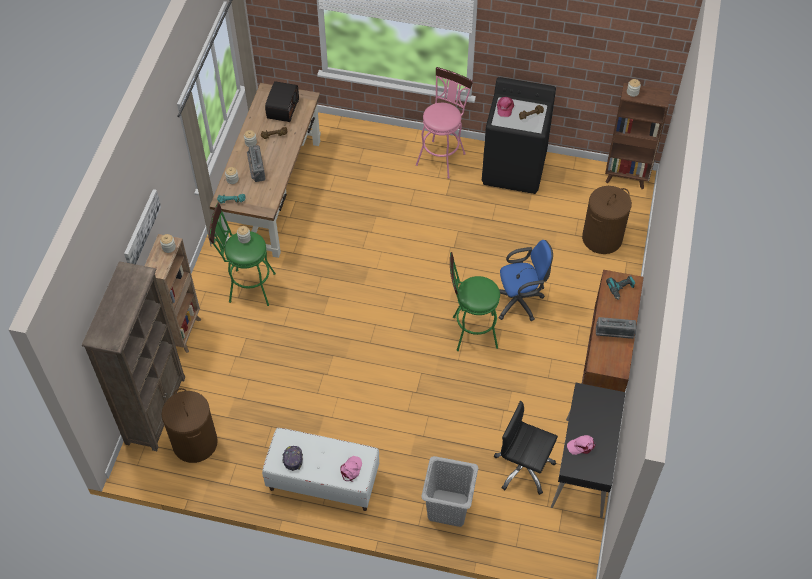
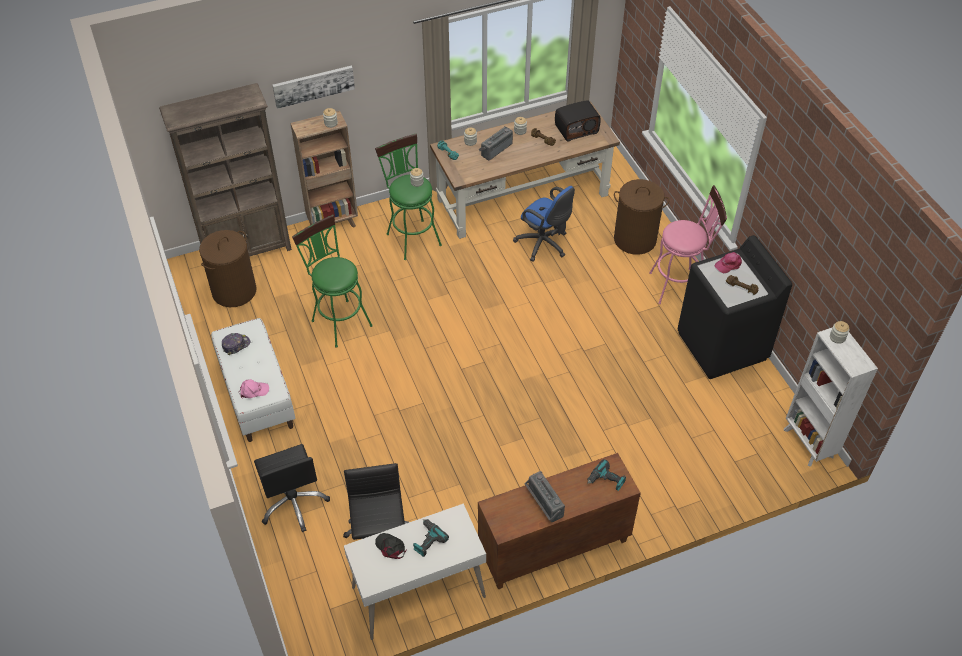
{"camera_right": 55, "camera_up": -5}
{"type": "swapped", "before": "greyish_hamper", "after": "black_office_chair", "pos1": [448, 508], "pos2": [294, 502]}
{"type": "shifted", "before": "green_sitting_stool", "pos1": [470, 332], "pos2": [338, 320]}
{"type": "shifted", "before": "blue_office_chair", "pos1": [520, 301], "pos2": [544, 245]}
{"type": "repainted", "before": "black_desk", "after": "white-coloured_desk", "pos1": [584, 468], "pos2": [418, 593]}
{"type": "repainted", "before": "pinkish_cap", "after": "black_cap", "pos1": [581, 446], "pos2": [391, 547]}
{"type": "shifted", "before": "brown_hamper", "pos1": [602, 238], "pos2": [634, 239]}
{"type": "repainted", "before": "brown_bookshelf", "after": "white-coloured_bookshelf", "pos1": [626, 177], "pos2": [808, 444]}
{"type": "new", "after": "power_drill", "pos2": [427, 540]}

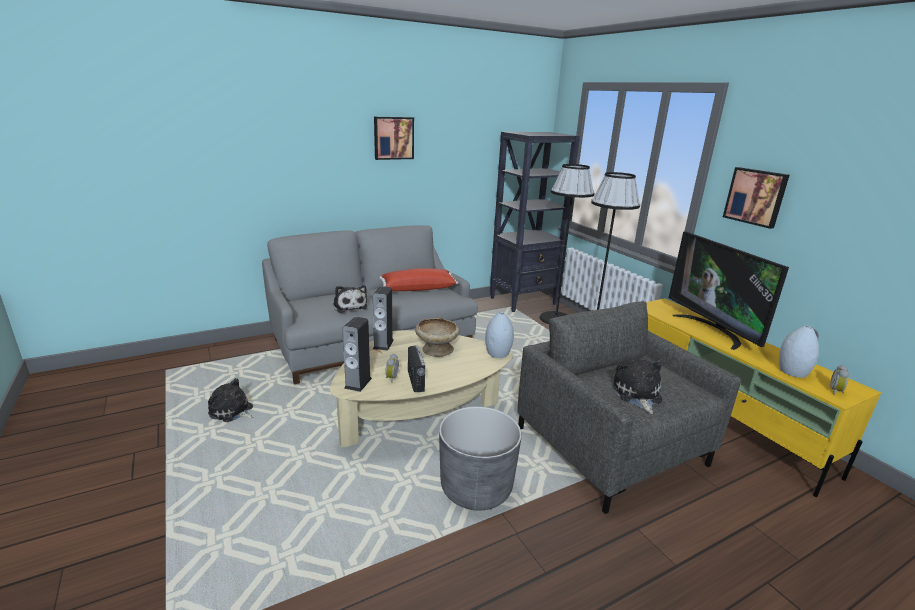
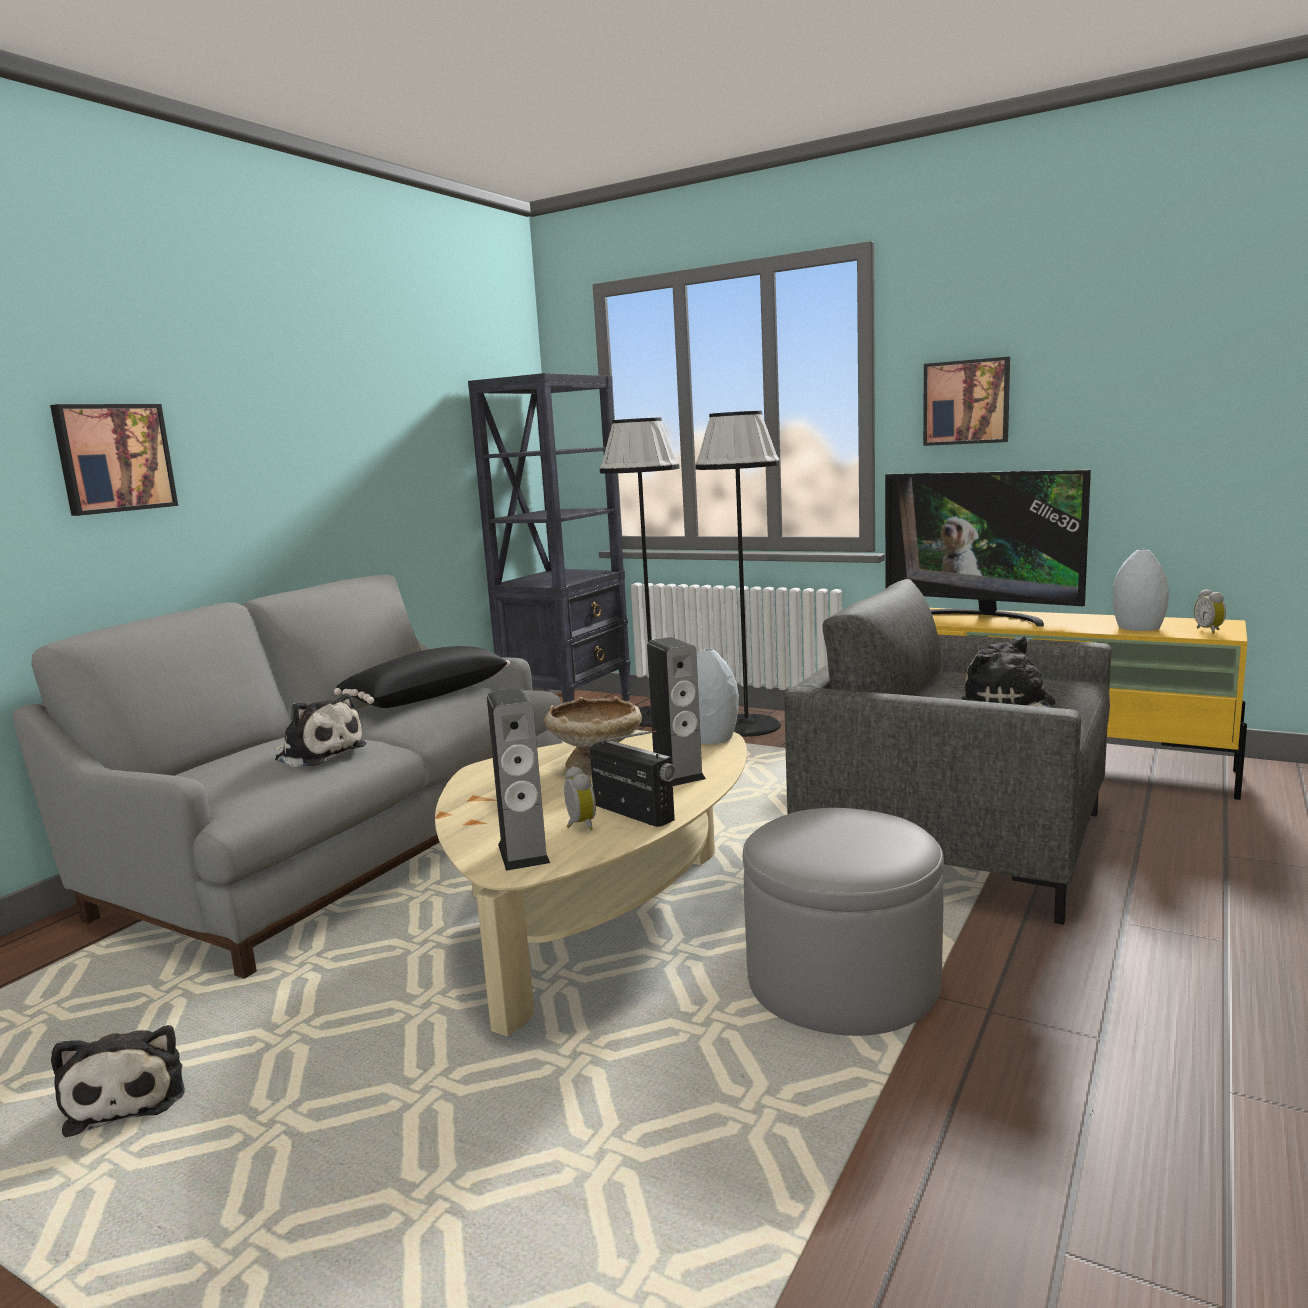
{"camera_right": -30, "camera_up": -10}
{"type": "rotated", "before": "plush_toy", "pos1": [232, 412], "pos2": [129, 1095], "turn": -105}
{"type": "shifted", "before": "speaker", "pos1": [383, 344], "pos2": [677, 774]}
{"type": "shifted", "before": "wall_art", "pos1": [393, 138], "pos2": [113, 458]}
{"type": "repainted", "before": "reddish_pillow", "after": "black_pillow", "pos1": [418, 288], "pos2": [426, 696]}
{"type": "swapped", "before": "greyish_flower_pot", "after": "greyish_footrest", "pos1": [476, 488], "pos2": [842, 980]}

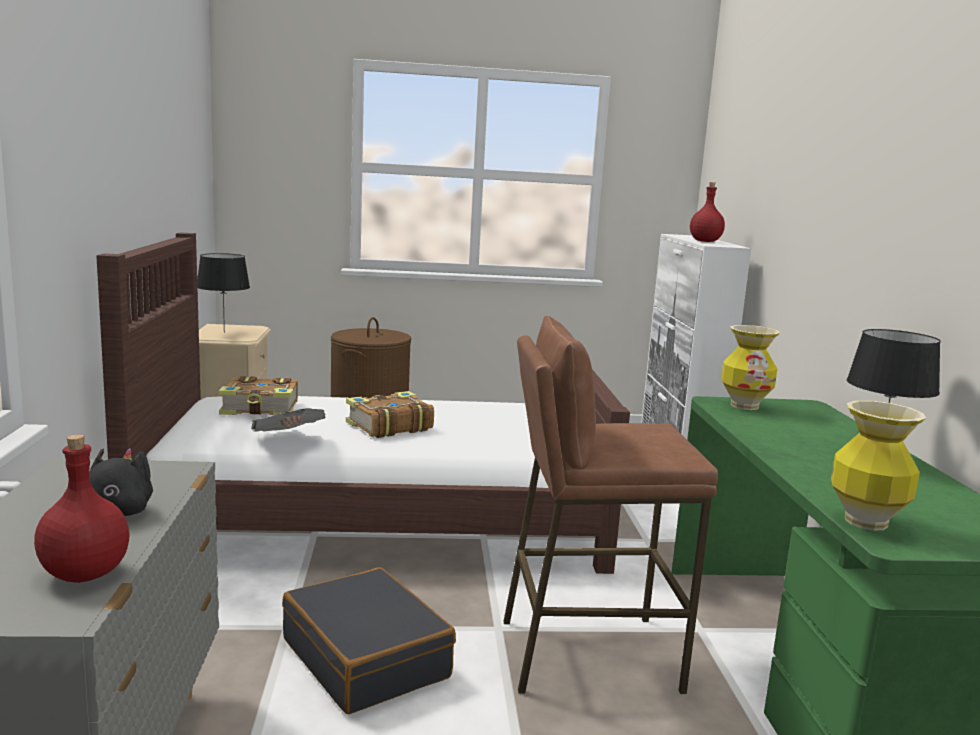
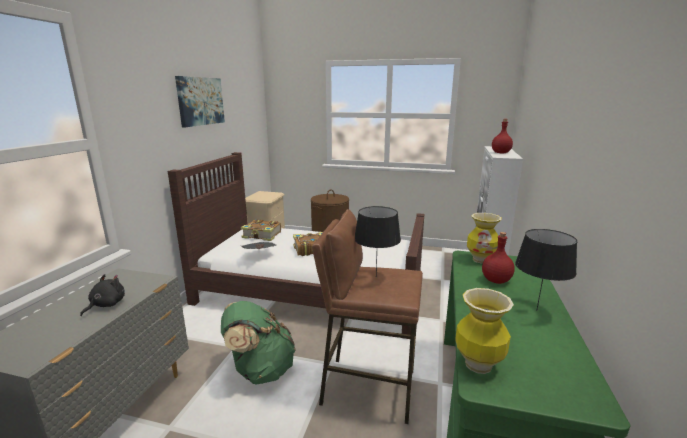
{"camera_right": 20, "camera_up": 5}
{"type": "shifted", "before": "reddish_drink_bottle", "pos1": [83, 574], "pos2": [495, 280]}
{"type": "shifted", "before": "black_lamp_for_a_table", "pos1": [224, 332], "pos2": [376, 277]}
{"type": "swapped", "before": "black_piece_of_luggage", "after": "green_rucksack", "pos1": [366, 658], "pos2": [260, 370]}
{"type": "new", "after": "wall_art", "pos2": [200, 101]}

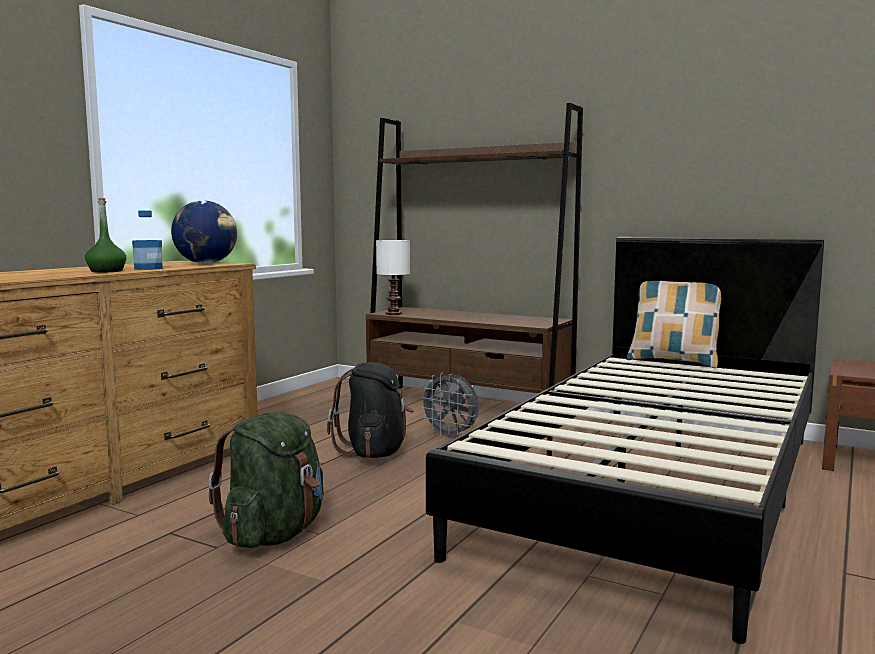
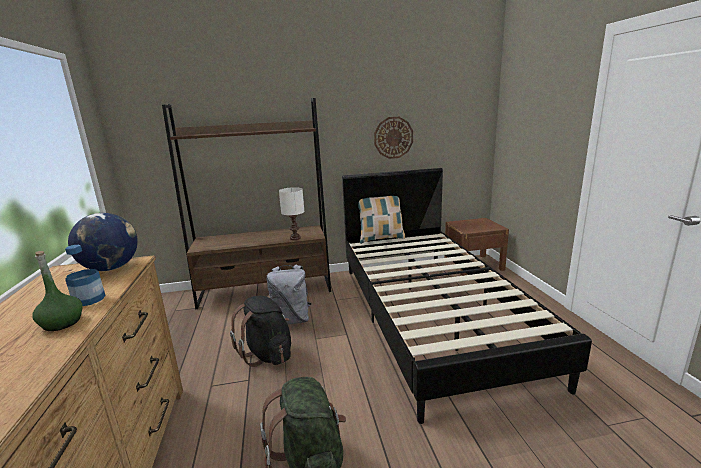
{"camera_right": -40, "camera_up": 10}
{"type": "shifted", "before": "white-coloured_lamp_for_a_table", "pos1": [393, 314], "pos2": [295, 238]}
{"type": "swapped", "before": "greyish_cooling_fan", "after": "greyish_rucksack", "pos1": [451, 436], "pos2": [291, 320]}
{"type": "new", "after": "hanging_clock", "pos2": [393, 137]}

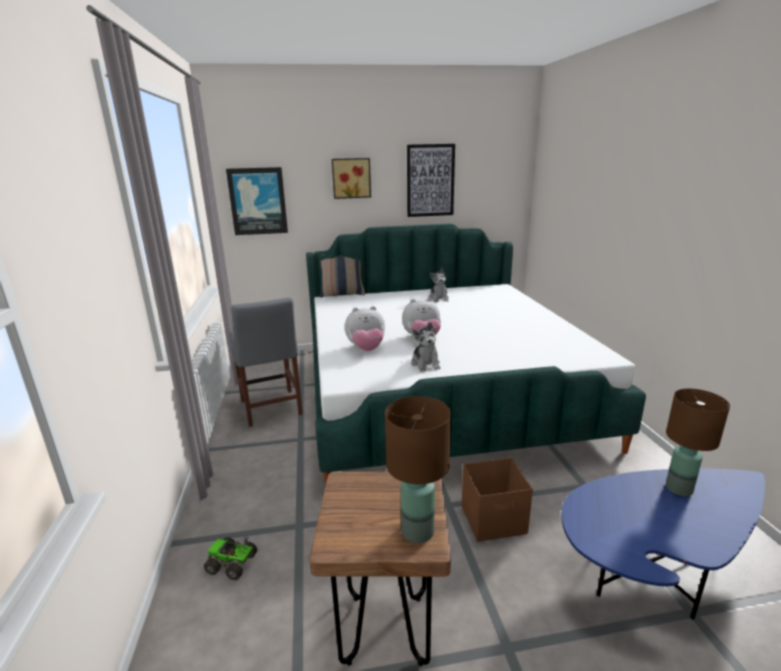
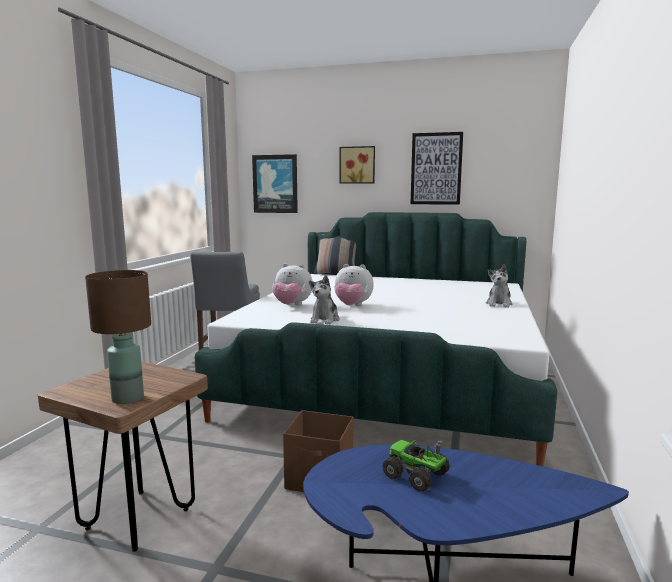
{"camera_right": 25, "camera_up": -10}
{"type": "shifted", "before": "toy_lorry", "pos1": [233, 564], "pos2": [416, 475]}
{"type": "shifted", "before": "plush_toy", "pos1": [439, 298], "pos2": [499, 304]}
{"type": "gone", "before": "brown_lamp_for_a_table", "pos1": [678, 488]}

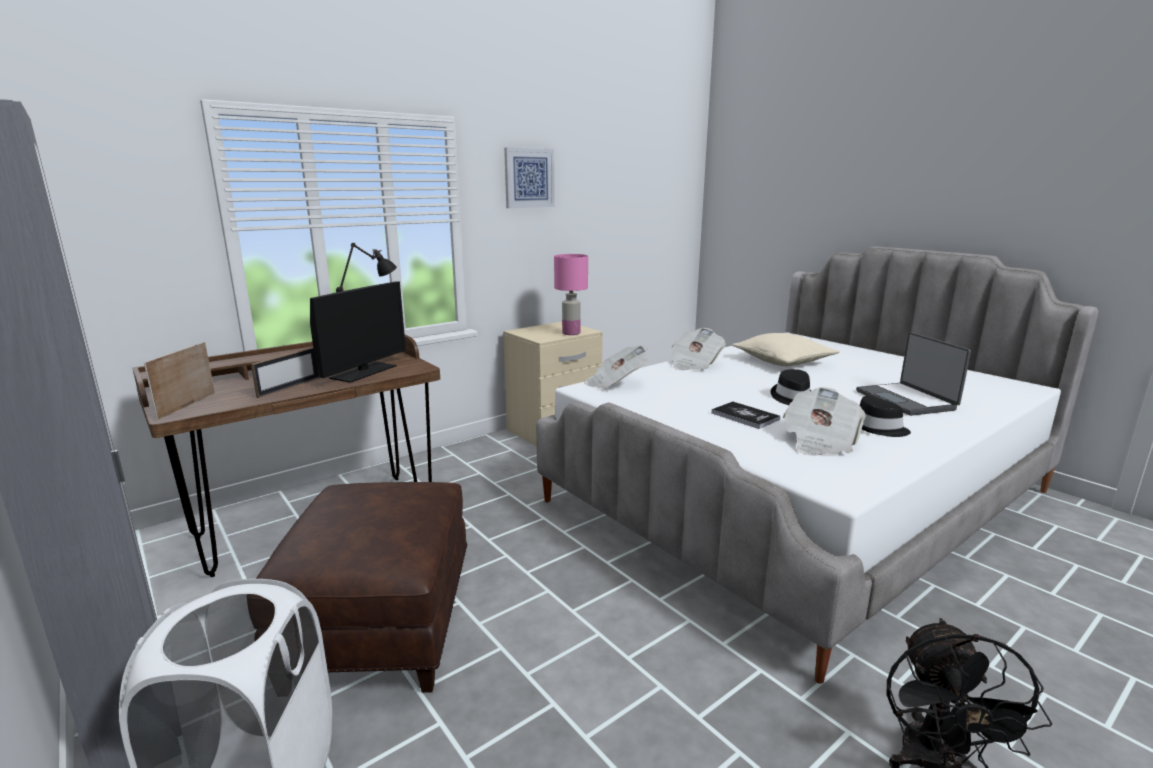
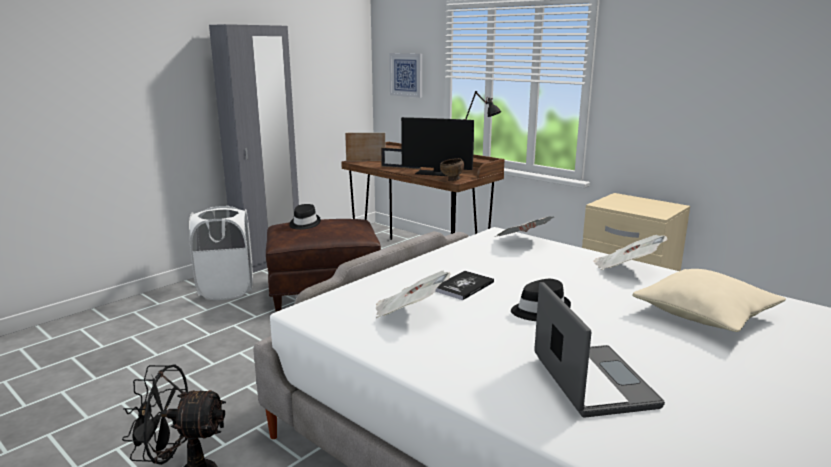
{"camera_right": 80, "camera_up": 0}
{"type": "shifted", "before": "wall_art", "pos1": [529, 178], "pos2": [406, 75]}
{"type": "gone", "before": "pinkish_lamp_for_a_table", "pos1": [570, 333]}
{"type": "rotated", "before": "notebook_computer", "pos1": [906, 400], "pos2": [591, 381], "turn": 105}
{"type": "shifted", "before": "black_clothing_hat", "pos1": [878, 428], "pos2": [304, 224]}
{"type": "new", "after": "brown_serving_bowl", "pos2": [452, 180]}

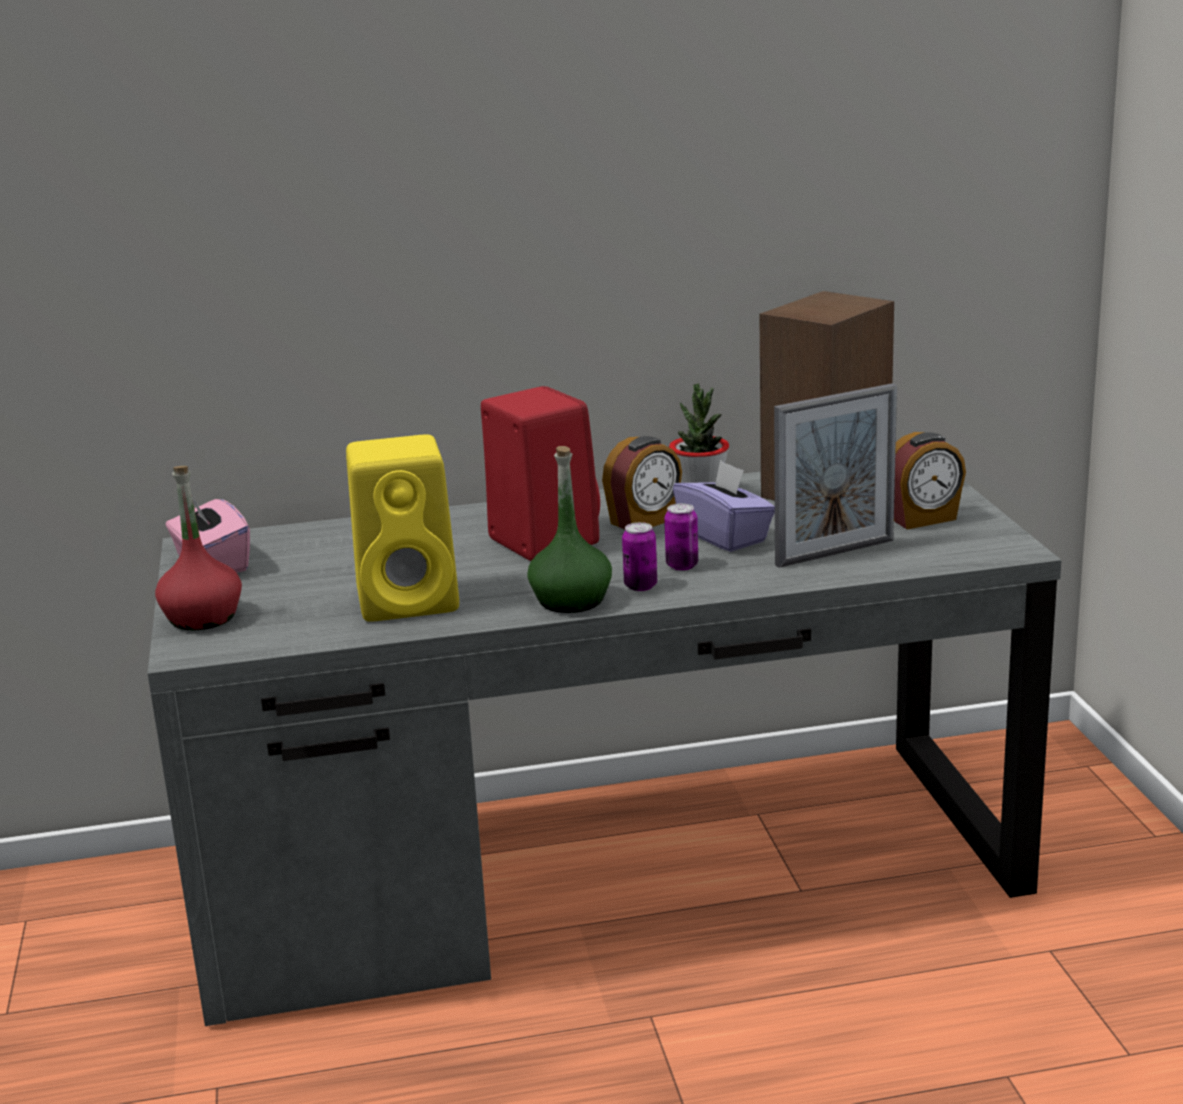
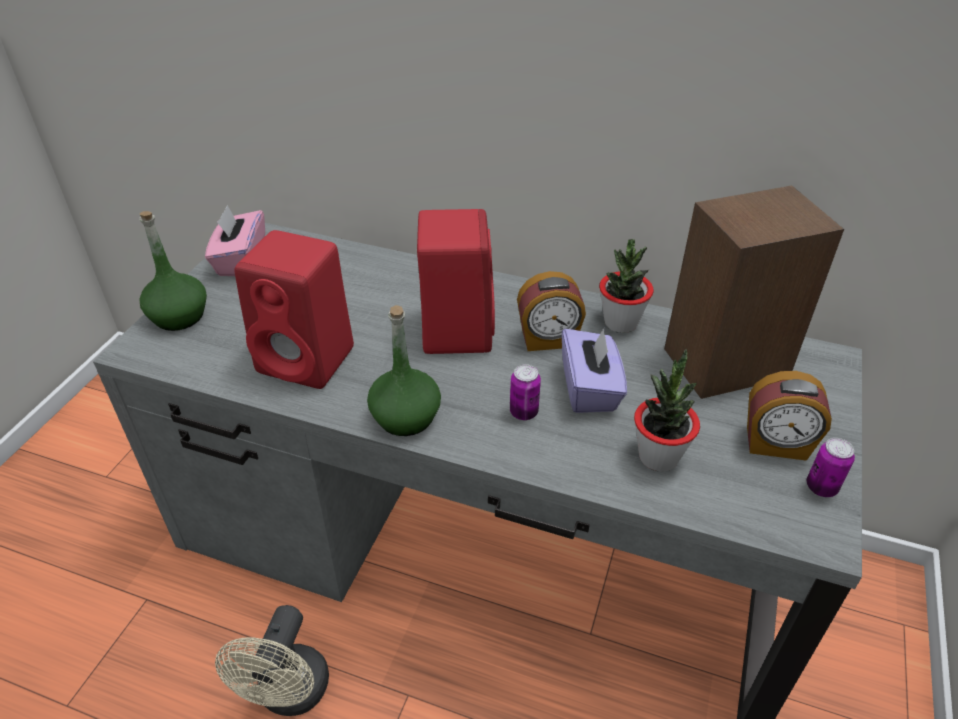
{"camera_right": 30, "camera_up": 20}
{"type": "repainted", "before": "reddish_drink_bottle", "after": "green_drink_bottle", "pos1": [202, 618], "pos2": [179, 316]}
{"type": "repainted", "before": "yellowish_speaker", "after": "reddish_speaker", "pos1": [412, 600], "pos2": [309, 360]}
{"type": "shifted", "before": "sealed_can", "pos1": [640, 586], "pos2": [821, 487]}
{"type": "swapped", "before": "photo_frame", "after": "plant_in_a_pot", "pos1": [835, 553], "pos2": [658, 456]}
{"type": "new", "after": "beige-coloured_cooling_fan", "pos2": [290, 695]}

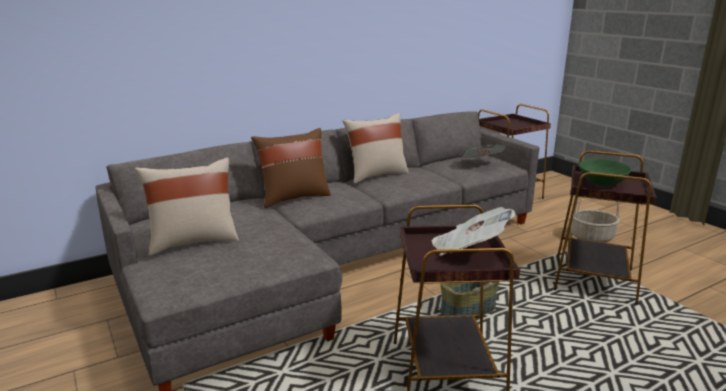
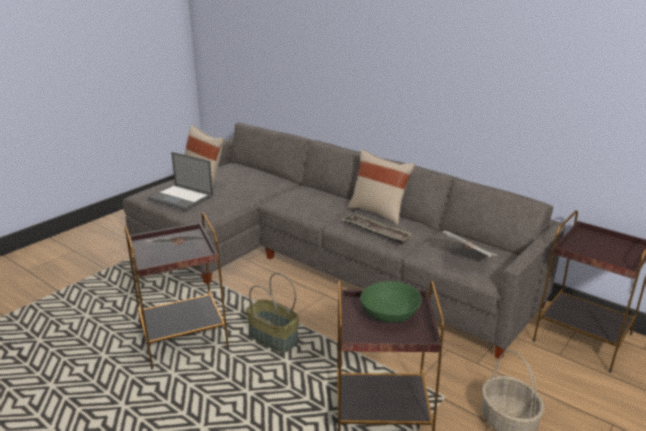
{"camera_right": 70, "camera_up": 5}
{"type": "gone", "before": "brown_pillow", "pos1": [293, 197]}
{"type": "new", "after": "notebook_computer", "pos2": [181, 197]}
{"type": "new", "after": "carrying_tray", "pos2": [376, 232]}

